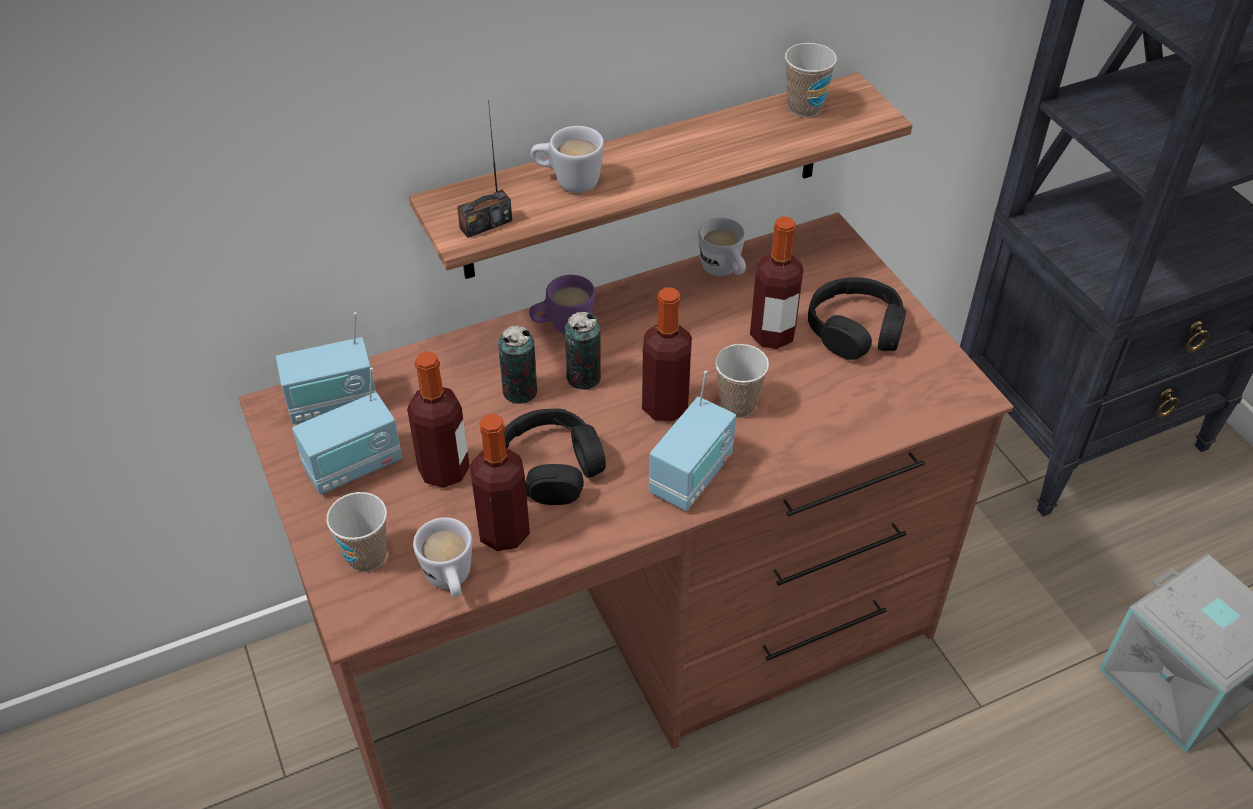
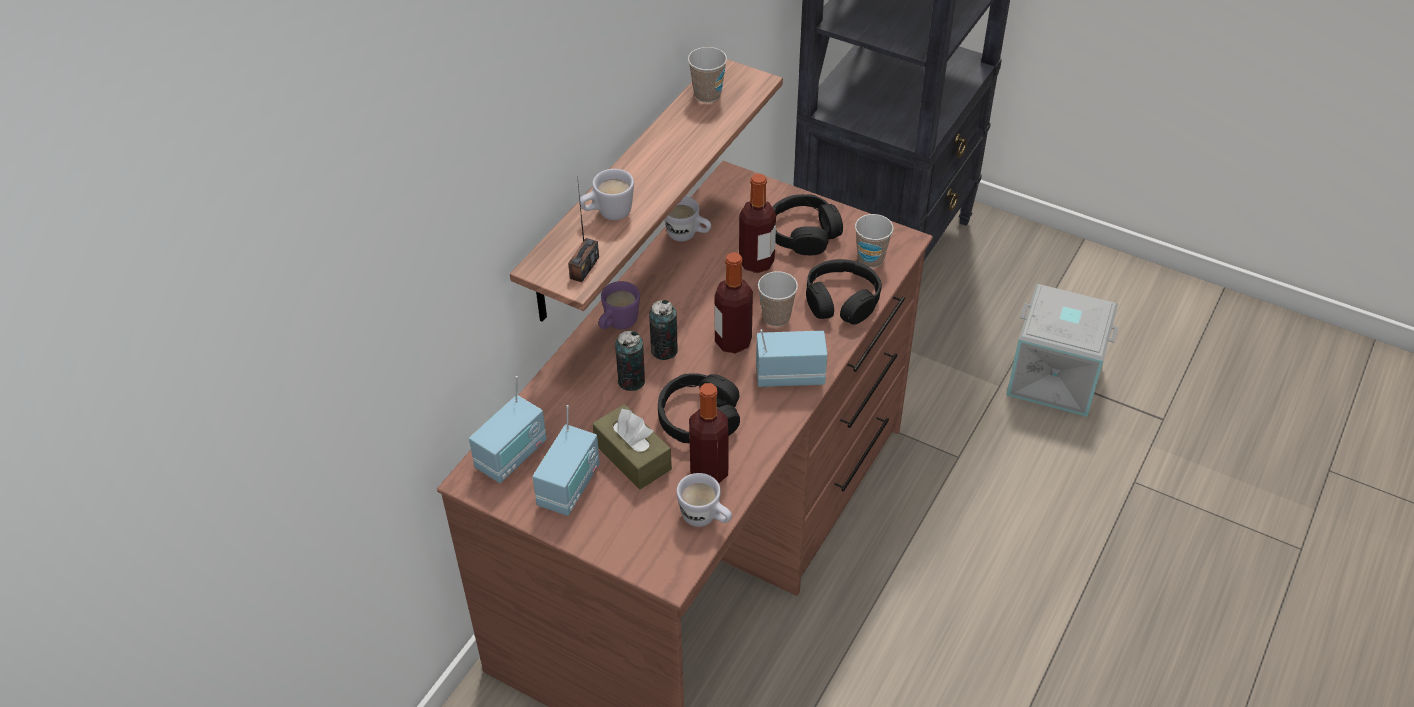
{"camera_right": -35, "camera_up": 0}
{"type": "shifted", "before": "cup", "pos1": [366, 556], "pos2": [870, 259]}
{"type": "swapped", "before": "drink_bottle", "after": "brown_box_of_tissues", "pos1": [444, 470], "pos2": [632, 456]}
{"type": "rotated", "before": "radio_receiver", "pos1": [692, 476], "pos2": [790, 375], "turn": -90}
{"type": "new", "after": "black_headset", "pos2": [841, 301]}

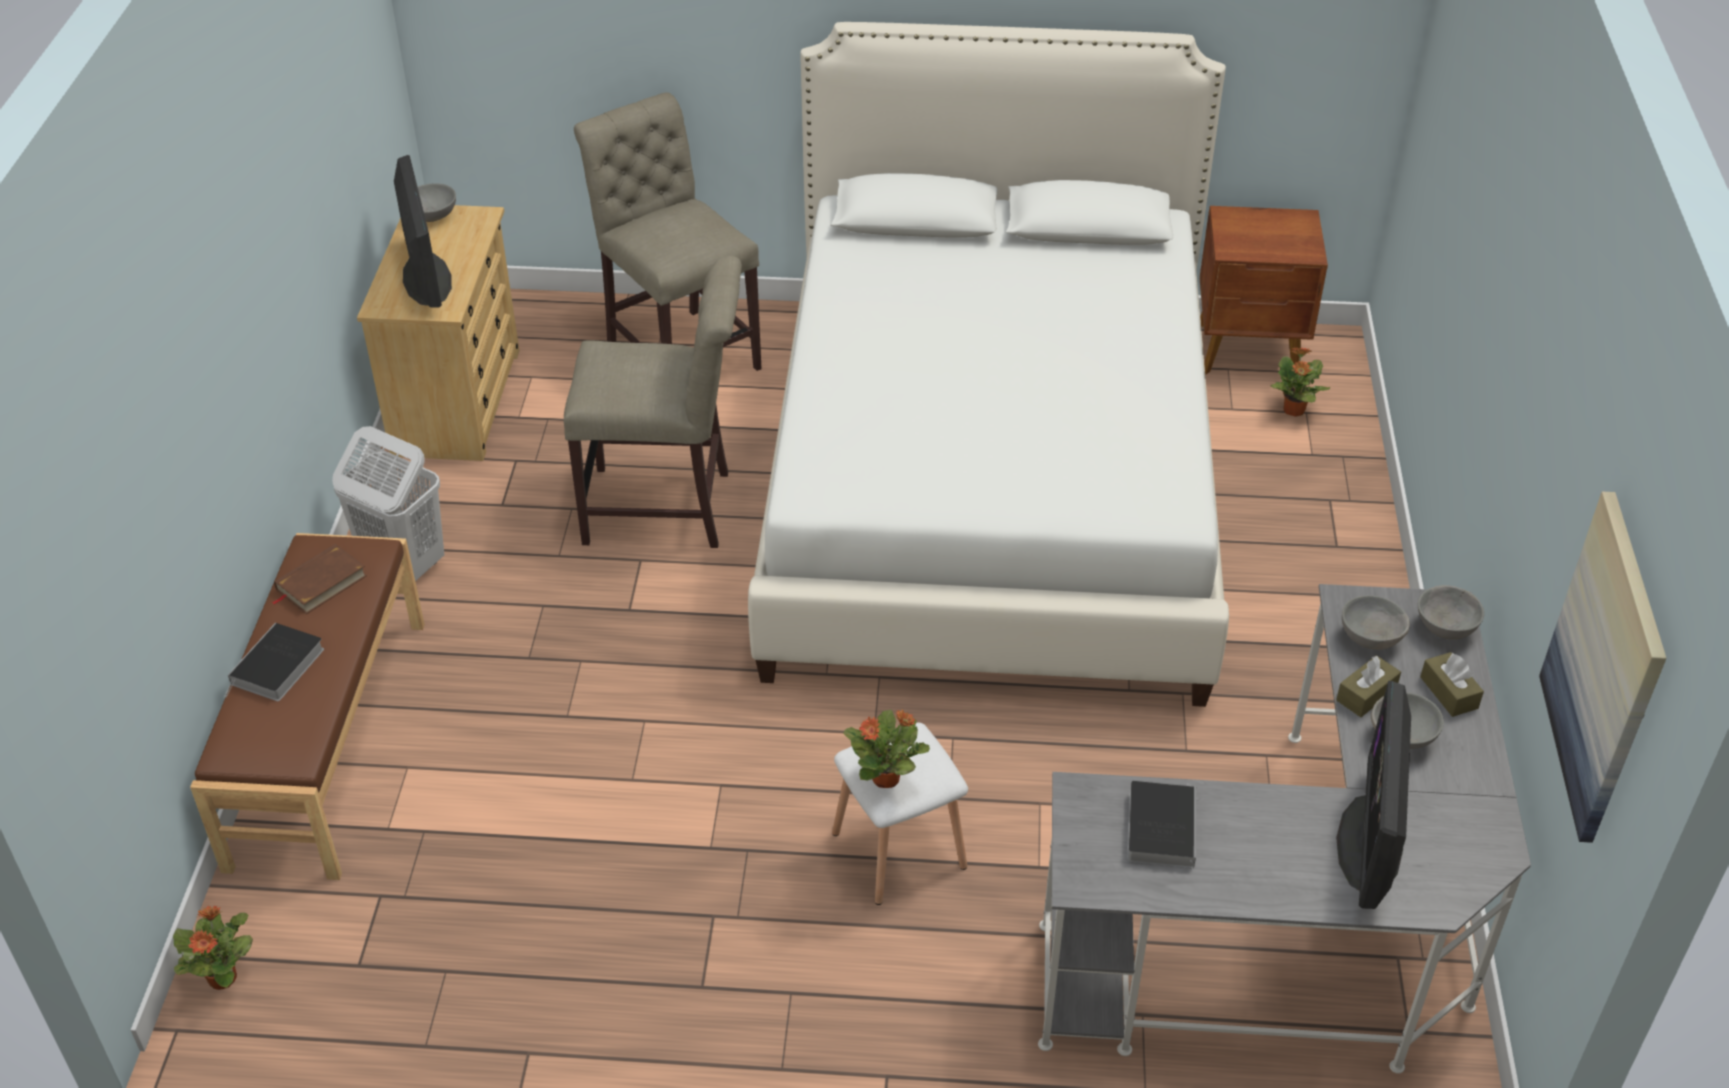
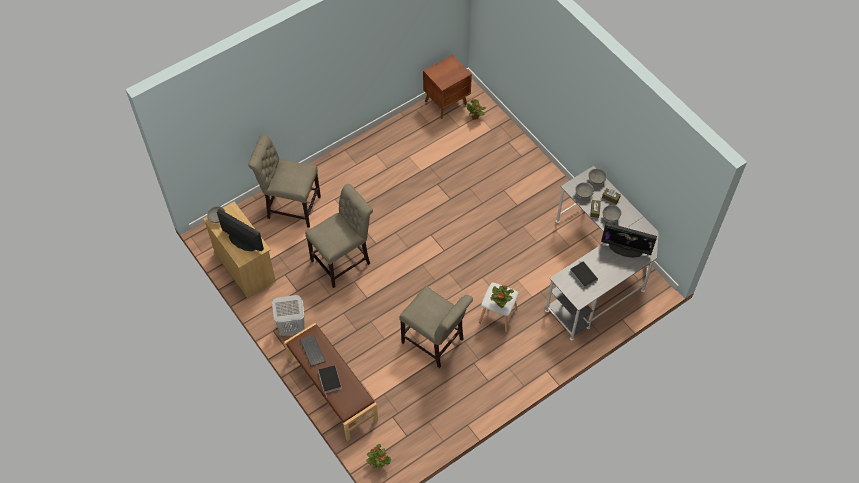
{"camera_right": -40, "camera_up": 15}
{"type": "swapped", "before": "brown_bound_book", "after": "computer_keyboard", "pos1": [321, 583], "pos2": [311, 350]}
{"type": "gone", "before": "white-coloured_sleeping_bed", "pos1": [991, 485]}
{"type": "rotated", "before": "monitor", "pos1": [1370, 843], "pos2": [625, 249], "turn": -45}
{"type": "gone", "before": "wall_art", "pos1": [1605, 668]}
{"type": "new", "after": "beige-coloured_plain_chair", "pos2": [435, 343]}

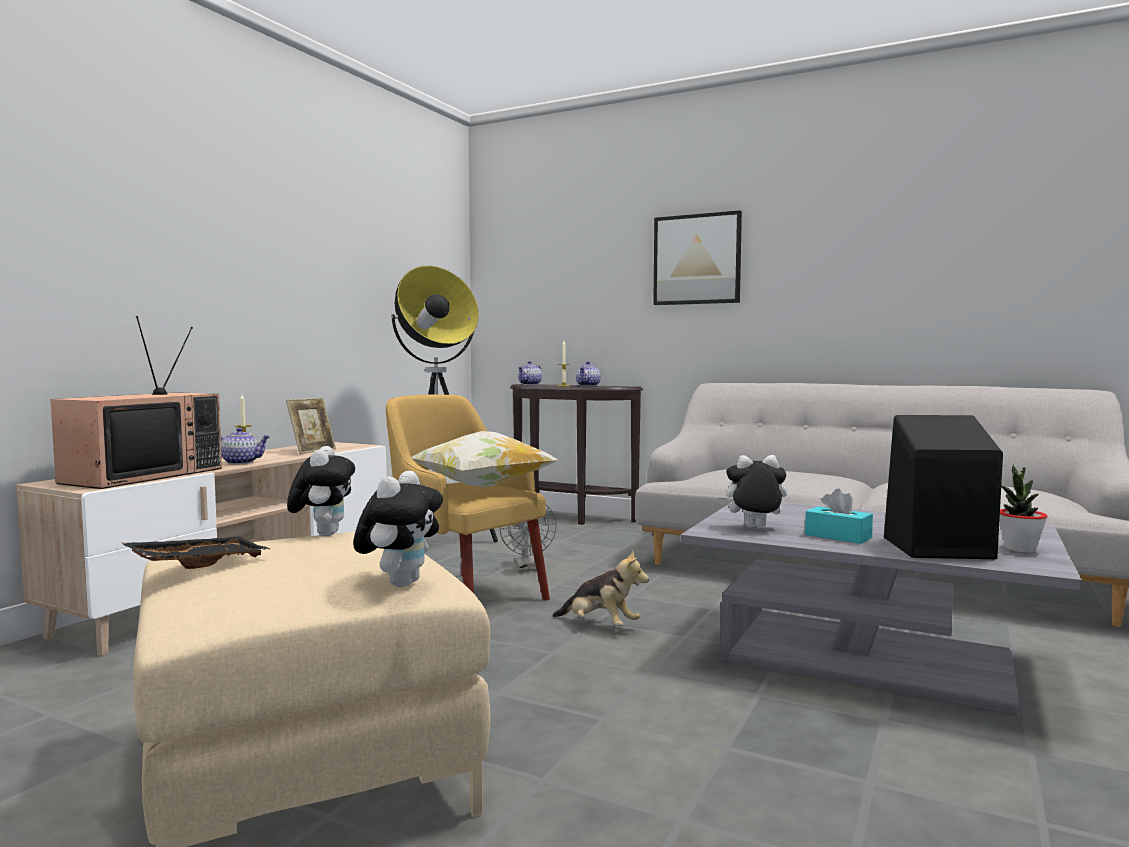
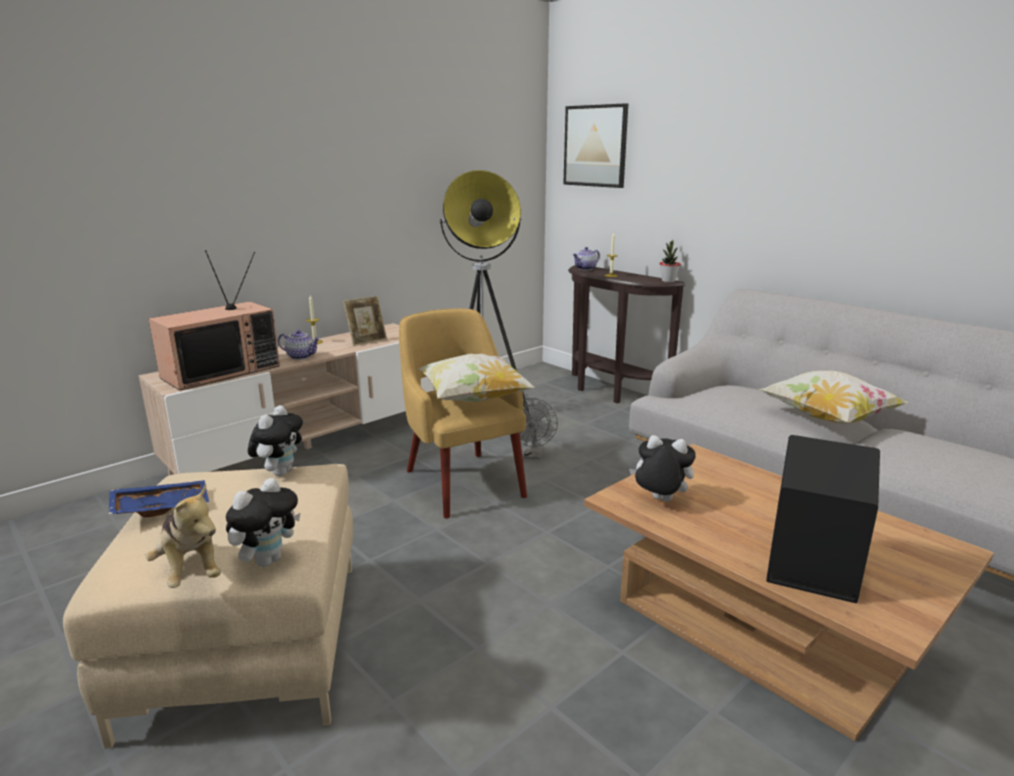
{"camera_right": 20, "camera_up": 15}
{"type": "repainted", "before": "black_carrying_tray", "after": "blue_carrying_tray", "pos1": [197, 563], "pos2": [161, 507]}
{"type": "shifted", "before": "plush_toy", "pos1": [600, 626], "pos2": [190, 570]}
{"type": "gone", "before": "tea_pot", "pos1": [588, 386]}
{"type": "shifted", "before": "wall_art", "pos1": [697, 259], "pos2": [595, 146]}
{"type": "repainted", "before": "greyish_lounge_table", "after": "brown_lounge_table", "pos1": [867, 658], "pos2": [758, 629]}
{"type": "gone", "before": "turquoise_box_of_tissues", "pos1": [838, 536]}
{"type": "shifted", "before": "plant_in_a_pot", "pos1": [1020, 549], "pos2": [668, 281]}
{"type": "new", "after": "pillow", "pos2": [827, 419]}

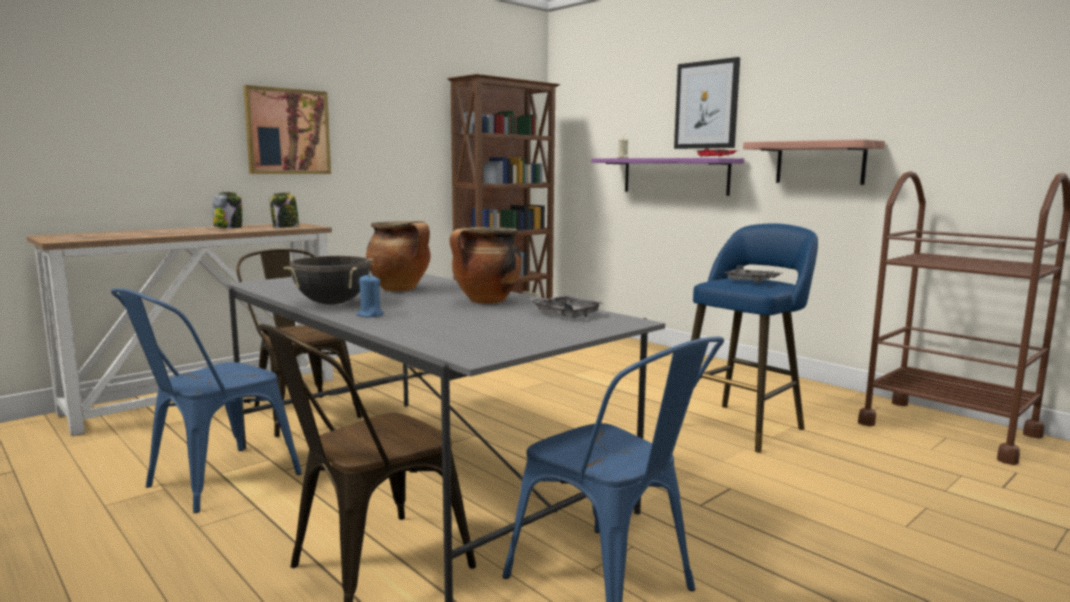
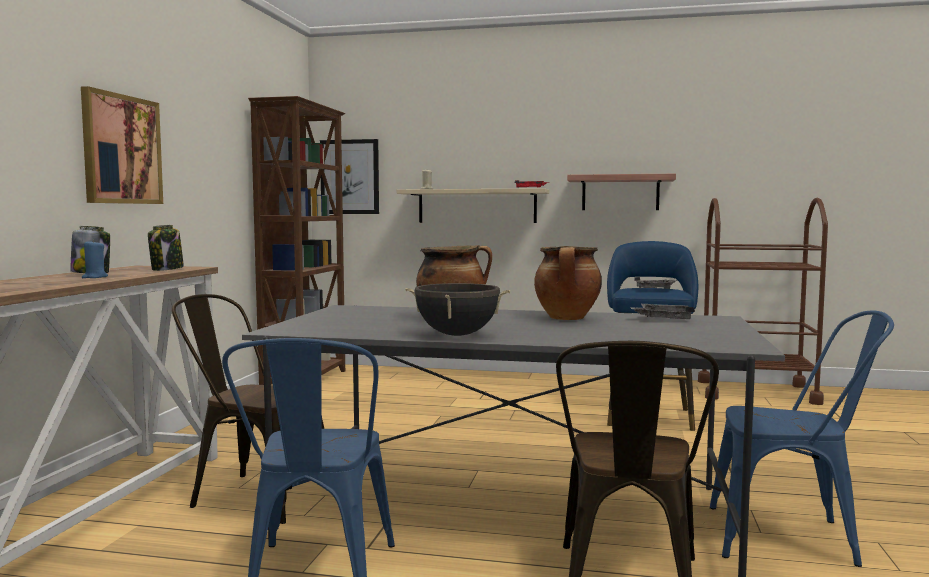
{"camera_right": -35, "camera_up": -5}
{"type": "shifted", "before": "blue_wax_light", "pos1": [370, 315], "pos2": [94, 277]}
{"type": "repainted", "before": "purple-coloured_wall_shelf", "after": "beige-coloured_wall_shelf", "pos1": [675, 176], "pos2": [477, 206]}
{"type": "shifted", "before": "wall_art", "pos1": [706, 105], "pos2": [350, 177]}

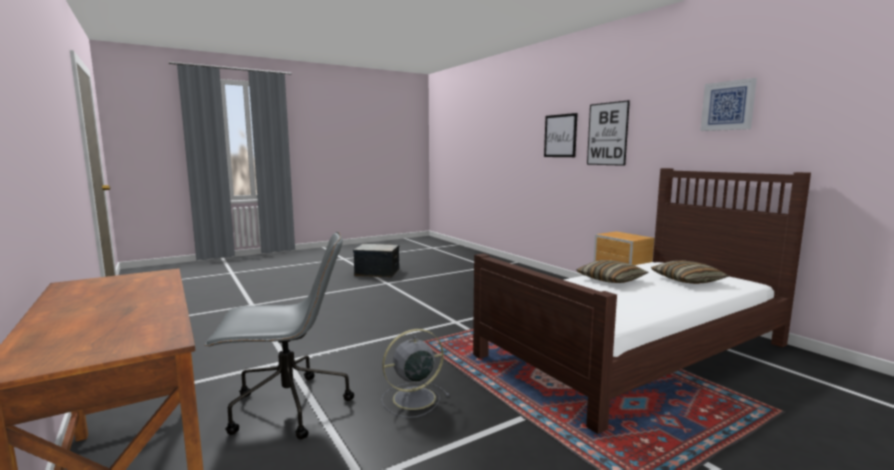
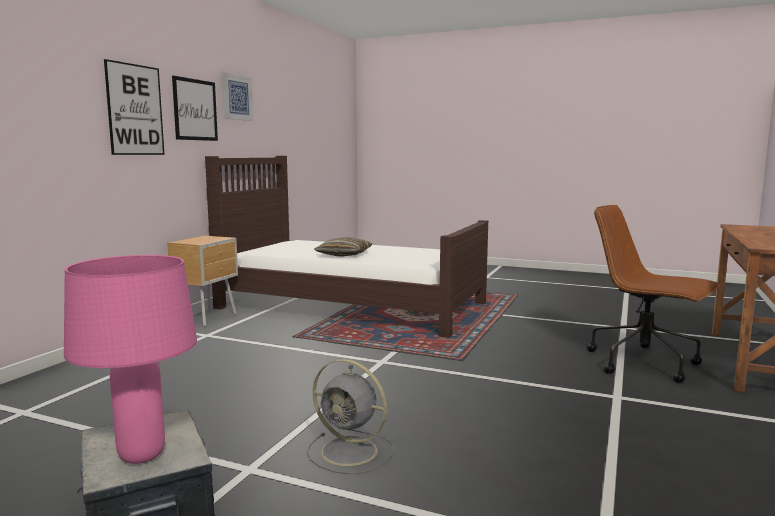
{"camera_right": -125, "camera_up": 0}
{"type": "repainted", "before": "greyish_office_chair", "after": "brown_office_chair", "pos1": [287, 408], "pos2": [645, 363]}
{"type": "shifted", "before": "greyish_cooling_fan", "pos1": [412, 399], "pos2": [351, 452]}
{"type": "shifted", "before": "wall_art", "pos1": [560, 136], "pos2": [195, 110]}
{"type": "gone", "before": "pillow", "pos1": [687, 280]}
{"type": "new", "after": "pinkish_lamp_for_a_table", "pos2": [140, 456]}

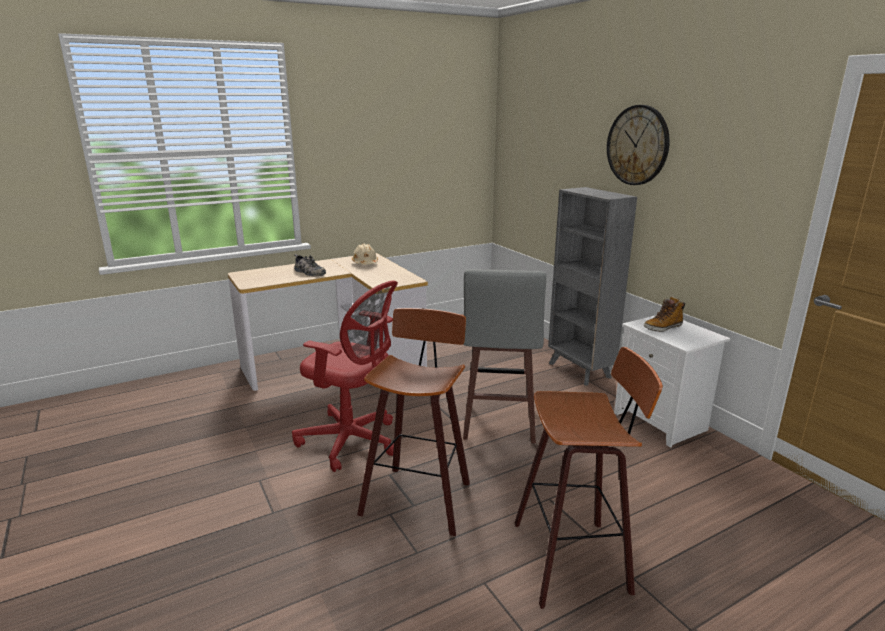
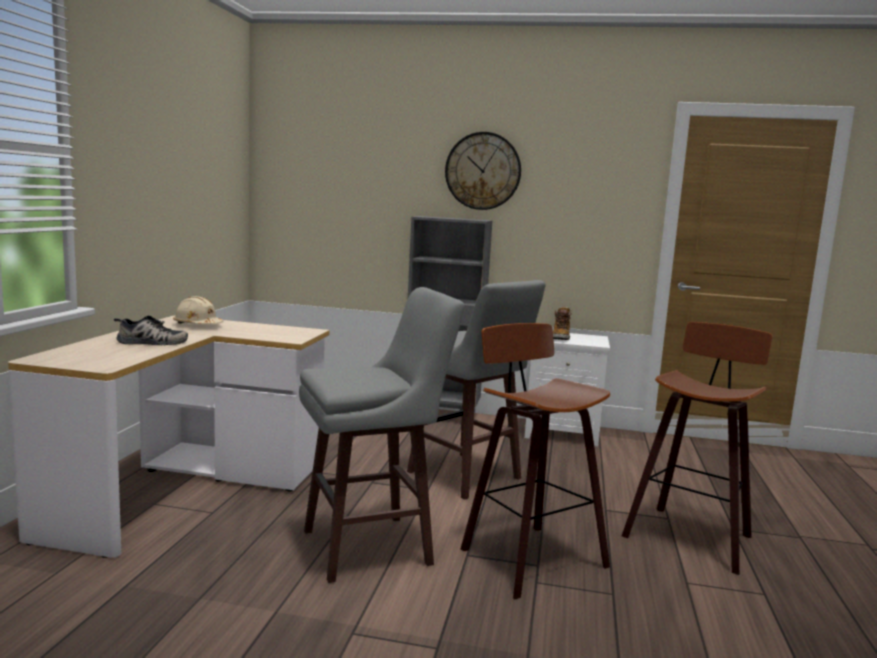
{"camera_right": -50, "camera_up": -10}
{"type": "swapped", "before": "reddish_office_chair", "after": "greyish_sitting_stool", "pos1": [352, 441], "pos2": [371, 548]}

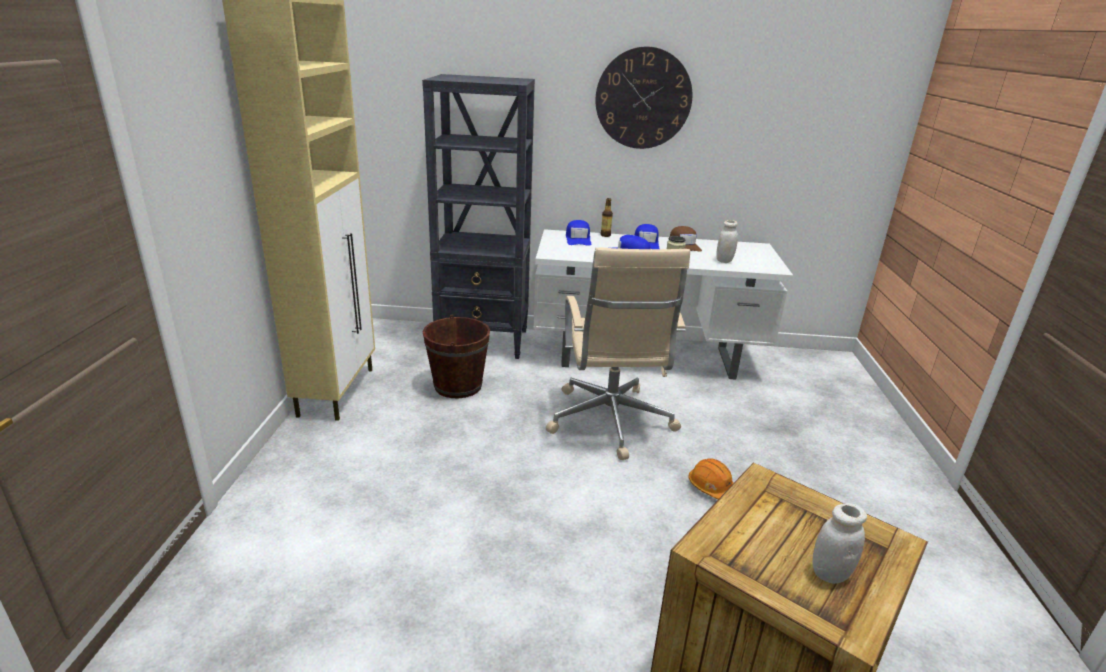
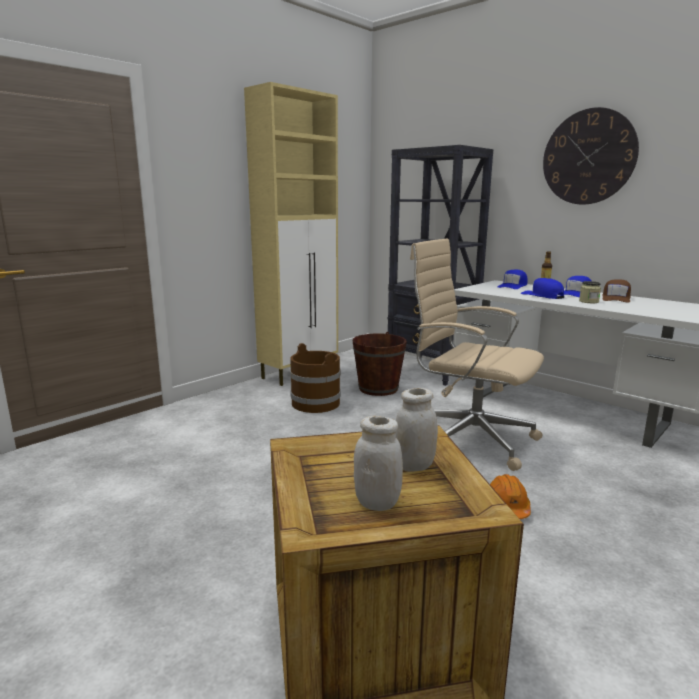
{"camera_right": 40, "camera_up": -10}
{"type": "rotated", "before": "beige-coloured_office_chair", "pos1": [610, 422], "pos2": [469, 438], "turn": 90}
{"type": "shifted", "before": "white-coloured_preserve_jar", "pos1": [724, 261], "pos2": [414, 466]}
{"type": "new", "after": "brown_pail", "pos2": [316, 403]}

